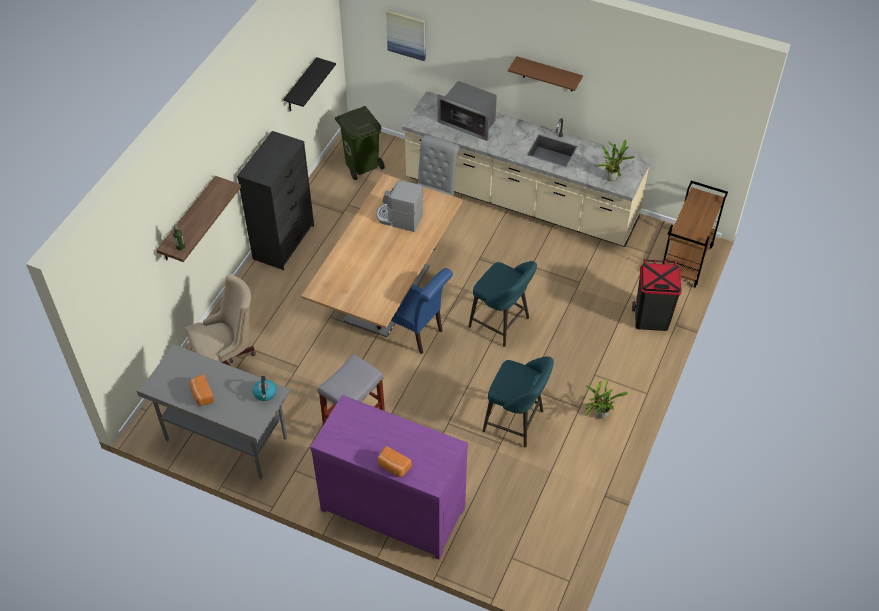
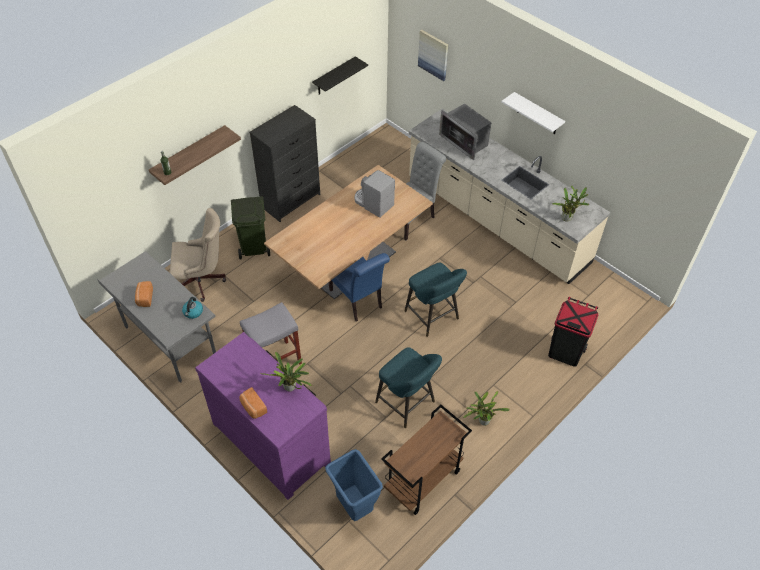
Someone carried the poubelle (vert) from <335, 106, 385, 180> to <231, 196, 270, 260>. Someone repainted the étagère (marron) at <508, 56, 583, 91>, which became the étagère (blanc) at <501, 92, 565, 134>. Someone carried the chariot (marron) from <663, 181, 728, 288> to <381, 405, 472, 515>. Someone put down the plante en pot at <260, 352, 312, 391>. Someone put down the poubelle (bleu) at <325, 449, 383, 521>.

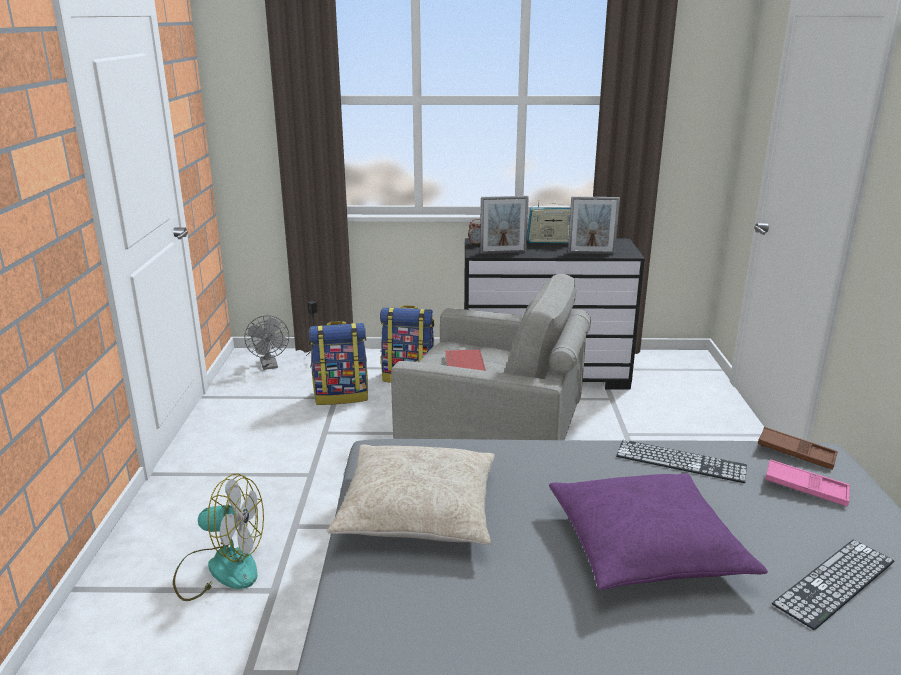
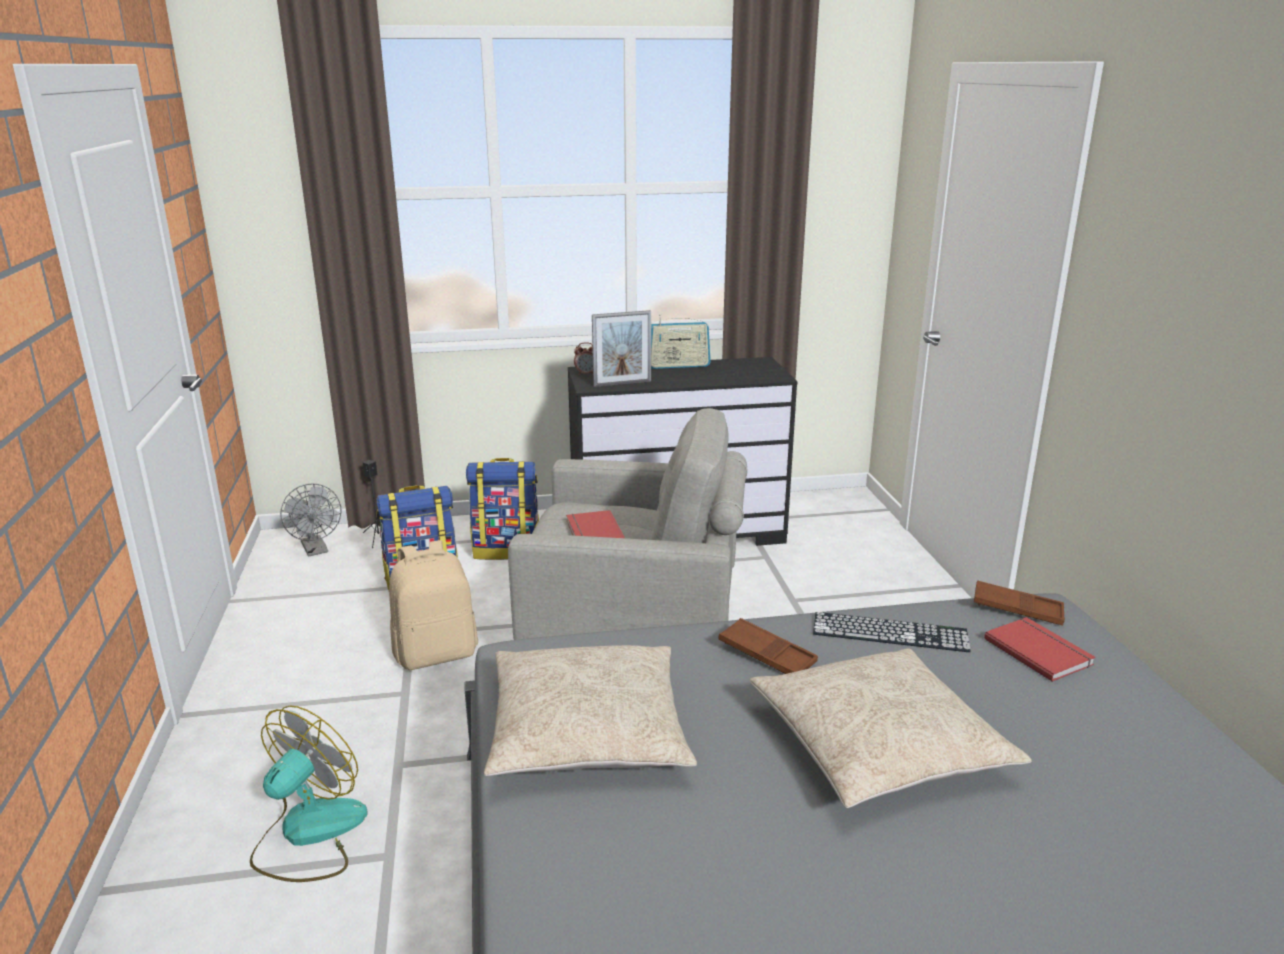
Someone rotated the ventilateur at <173, 474, 264, 601> by 60 degrees counterclockwise. Someone repainted the coussin (violet) at <549, 473, 768, 590>, which became the coussin (beige) at <750, 648, 1032, 808>. Someone took away the cadre photo at <568, 196, 620, 254>. Someone swapped the plateau (rose) at <765, 459, 850, 506> for the livre (rouge) at <984, 617, 1096, 682>. Someone took away the clavier at <772, 540, 894, 630>. Someone put down the sac à dos (beige) at <389, 540, 478, 670>. Someone put down the plateau (marron) at <718, 618, 818, 674>.

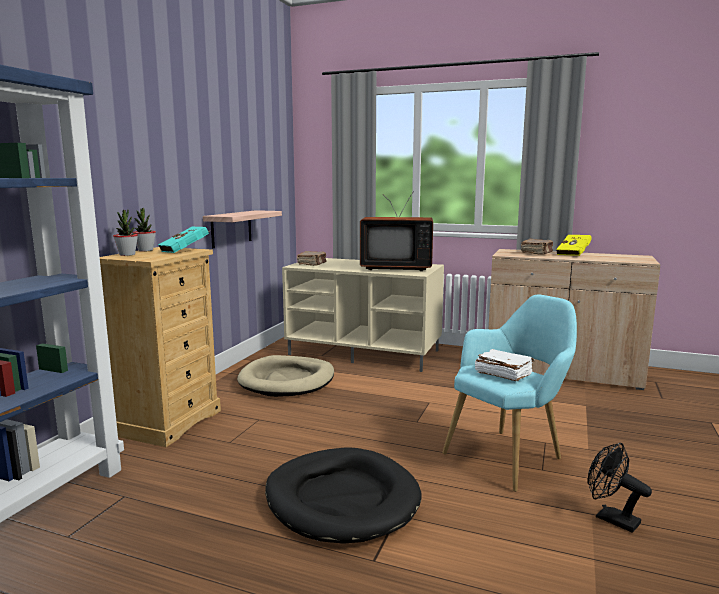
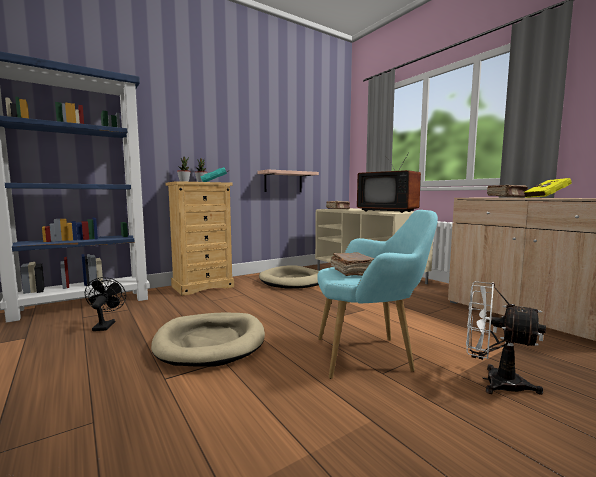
Someone repainted the panier pour chien (noir) at <265, 447, 422, 544>, which became the panier pour chien (beige) at <151, 312, 265, 367>. Someone repainted the livre (blanc) at <475, 349, 534, 381>, which became the livre (marron) at <330, 252, 374, 276>. Someone carried the ventilateur (noir) from <587, 443, 652, 533> to <85, 277, 126, 331>. Someone put down the ventilateur (blanc) at <466, 281, 546, 395>.

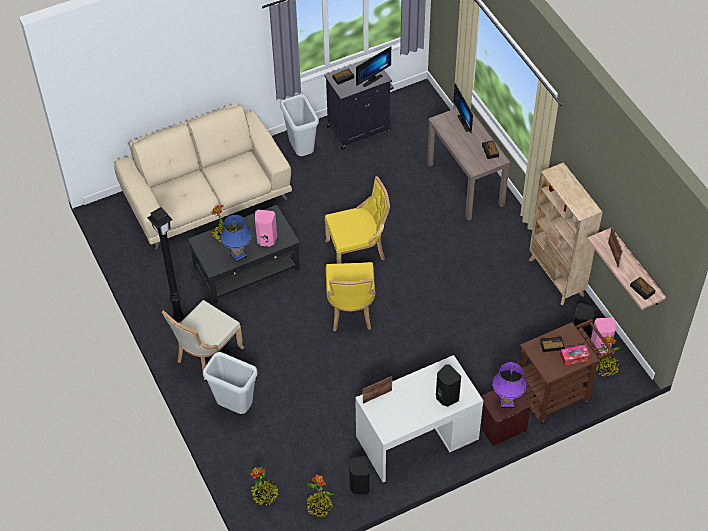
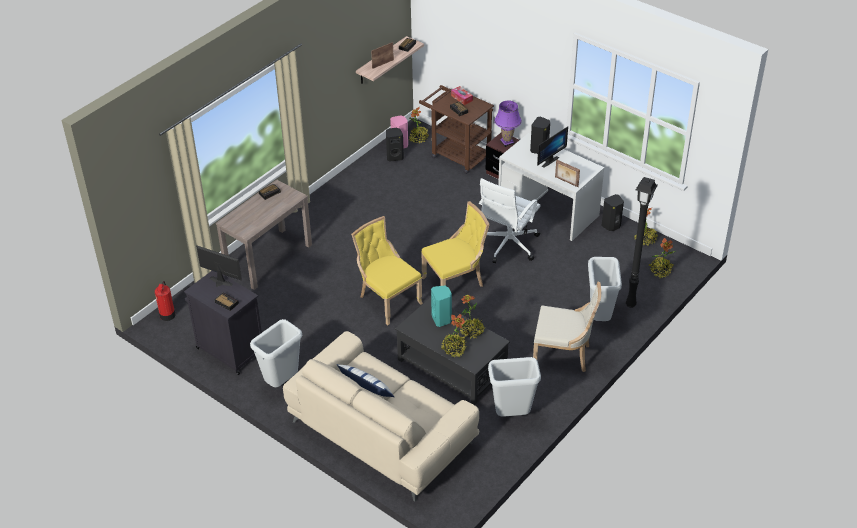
Someone carried the lampadaire (noir) from <147, 207, 184, 322> to <626, 177, 658, 308>. Someone swapped the lampe de table (bleu) at <220, 215, 252, 262> for the plante en pot at <460, 295, 486, 339>. Someone repainted the enceinte (rose) at <255, 210, 277, 247>, which became the enceinte (turquoise) at <431, 285, 452, 327>. Someone carried the écran d'ordinateur from <454, 84, 473, 133> to <537, 126, 568, 168>. Someone took away the bibliothèque (beige) at <529, 162, 603, 305>. Someone put down the extincteur at <155, 281, 175, 321>. Someone put down the coussin at <337, 364, 394, 397>. Someone put down the chaise de bureau (blanc) at <479, 178, 541, 263>. Someone put down the poubelle (gris) at <488, 357, 541, 417>.

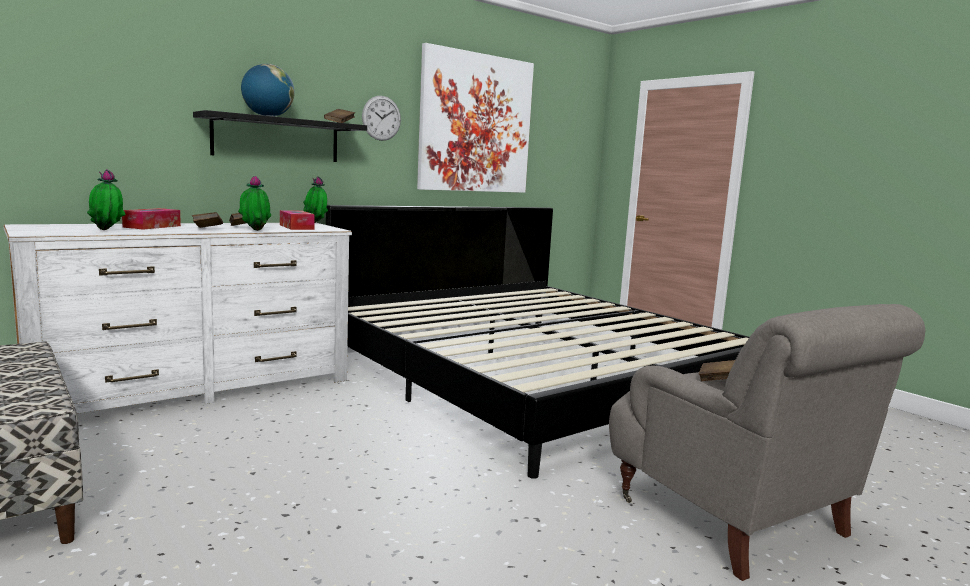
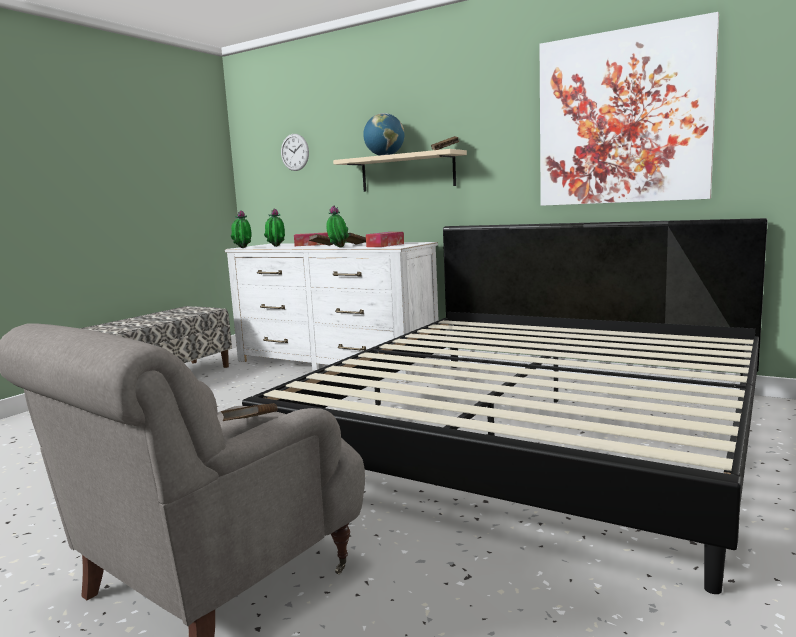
Someone repainted the étagère (noir) at <193, 110, 367, 162>, which became the étagère (beige) at <333, 149, 467, 192>. Someone carried the plante en pot from <303, 176, 328, 223> to <231, 210, 252, 248>. Someone carried the horloge murale from <362, 96, 401, 141> to <281, 134, 309, 171>.

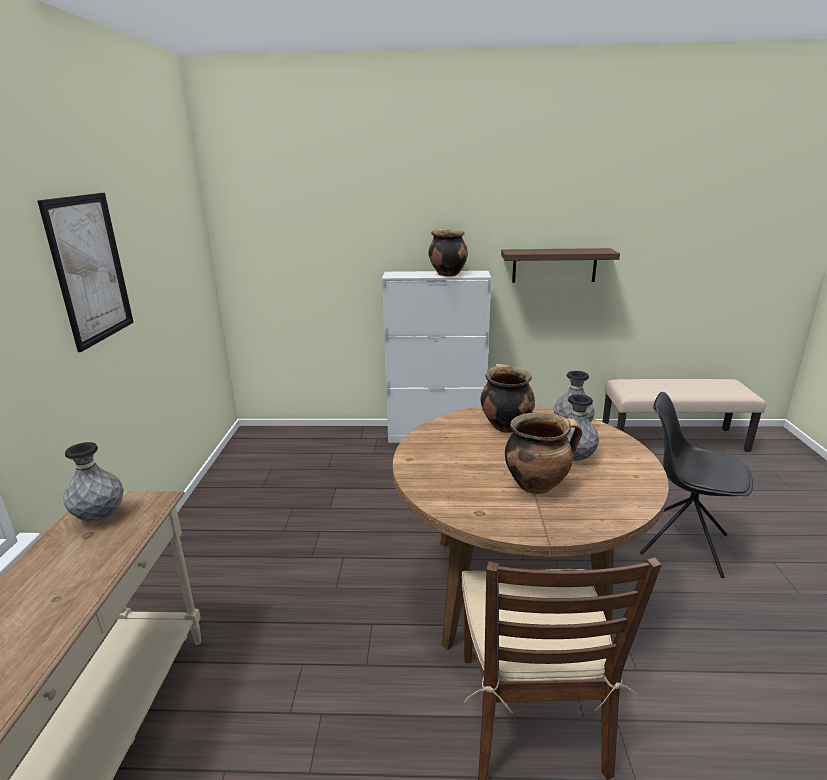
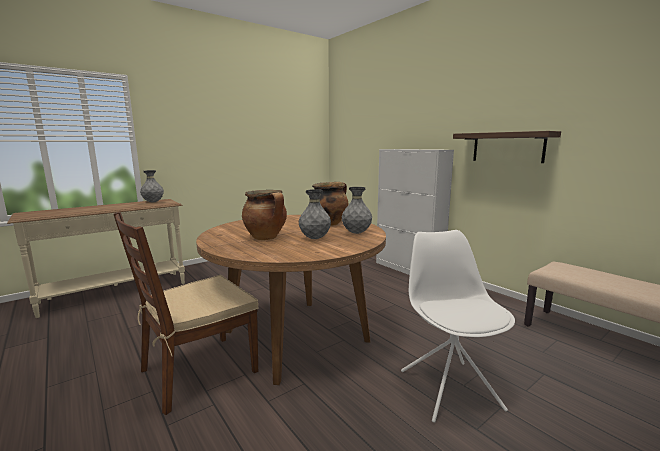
Someone took away the tableau at <37, 193, 134, 352>. Someone took away the marmite at <428, 229, 468, 276>. Someone repainted the chaise (noir) at <640, 392, 753, 578>, which became the chaise (blanc) at <401, 230, 515, 423>.

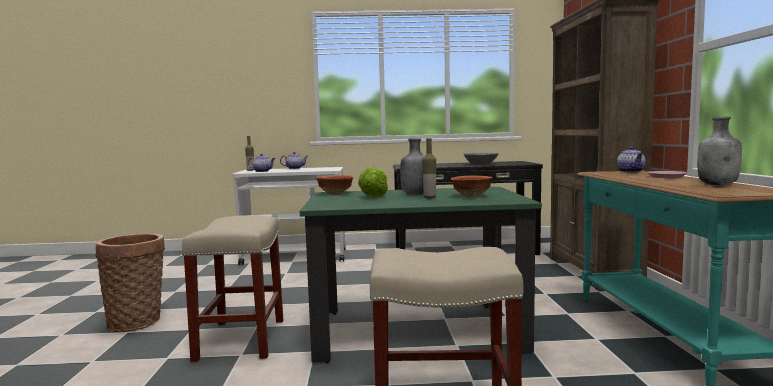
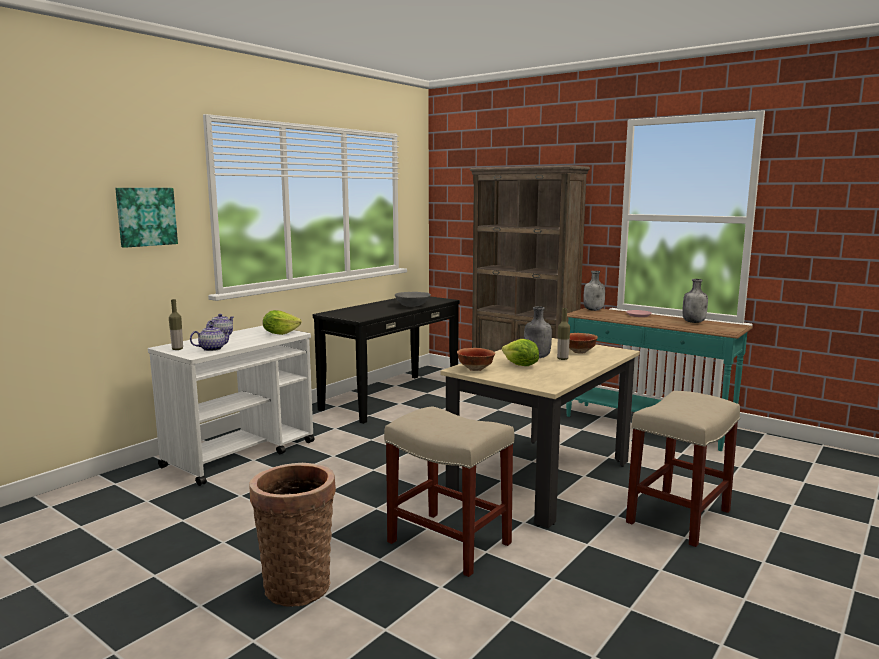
Someone repainted the table à manger (vert) at <300, 187, 542, 364>, which became the table à manger (beige) at <440, 338, 640, 528>. Someone swapped the théière at <617, 146, 646, 172> for the bouteille (gris) at <583, 271, 605, 311>. Someone put up the tableau at <115, 188, 178, 248>. Someone put down the laitue at <263, 310, 302, 335>.

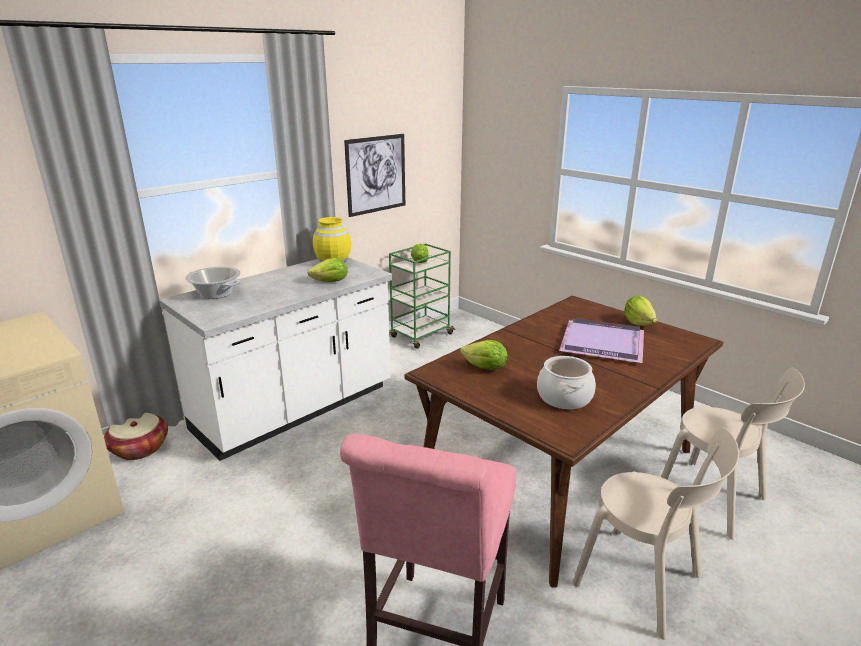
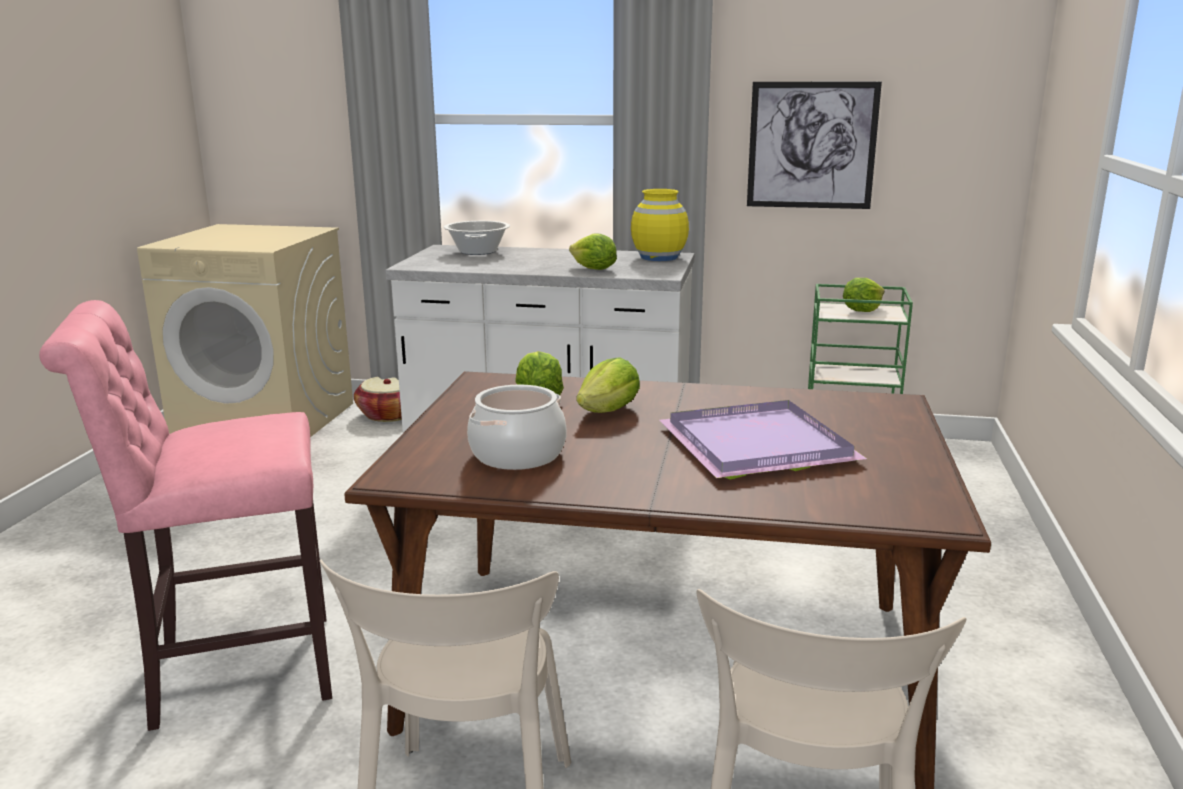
Someone carried the laitue from <624, 296, 657, 326> to <576, 358, 640, 413>.

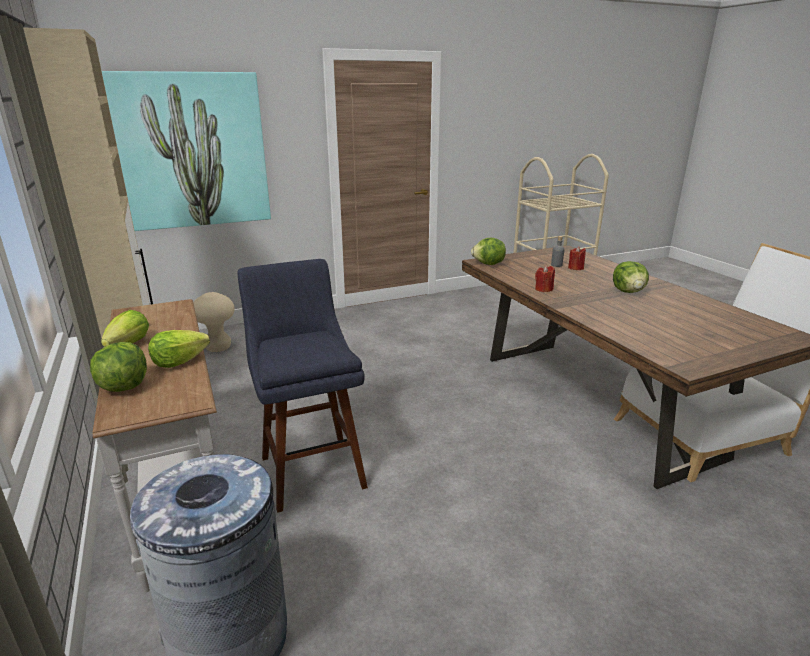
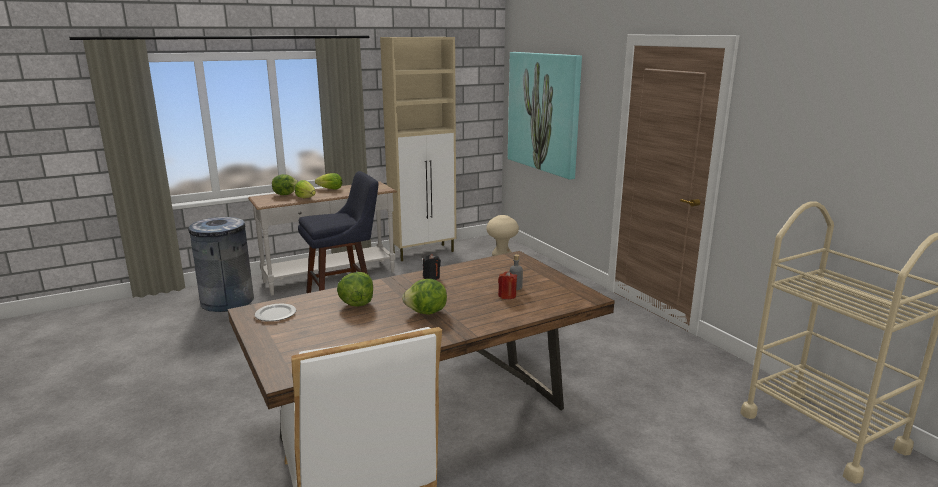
Someone carried the laitue from <471, 238, 506, 265> to <337, 272, 373, 307>. Someone repainted the bougie (rouge) at <535, 265, 555, 292>, which became the bougie (noir) at <423, 254, 441, 280>. Someone put down the assiette at <255, 304, 296, 321>.

